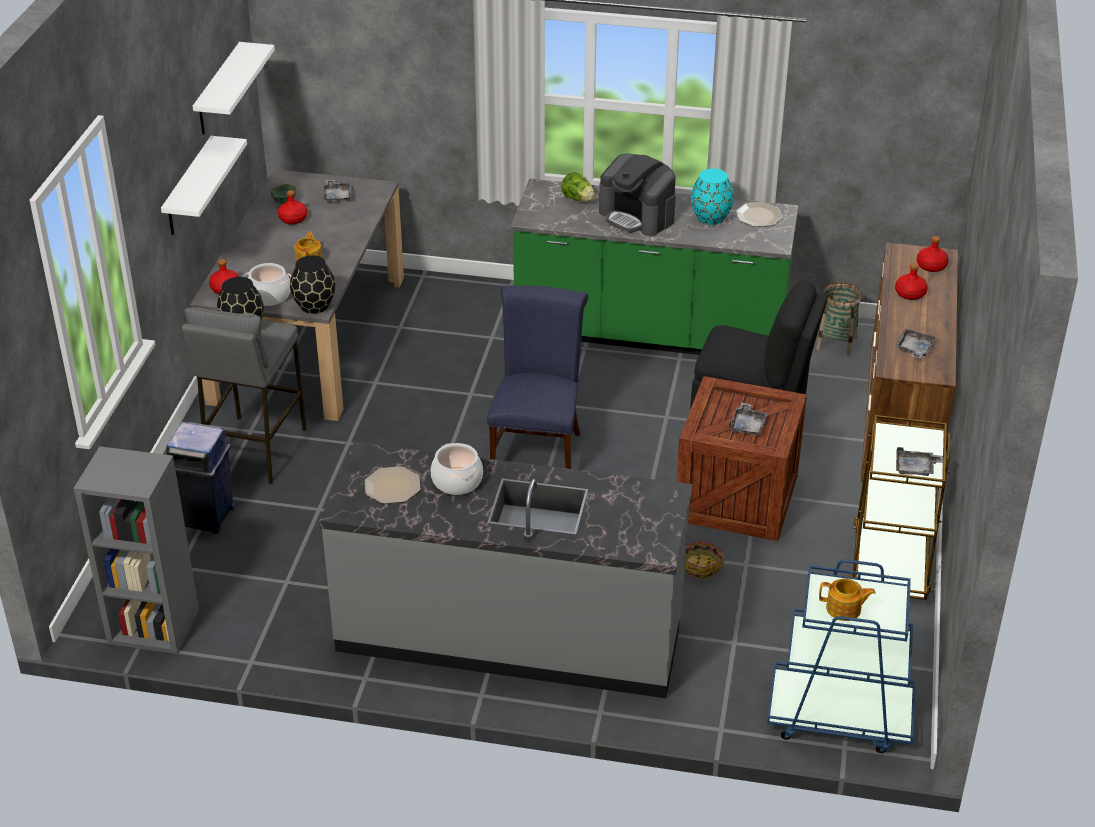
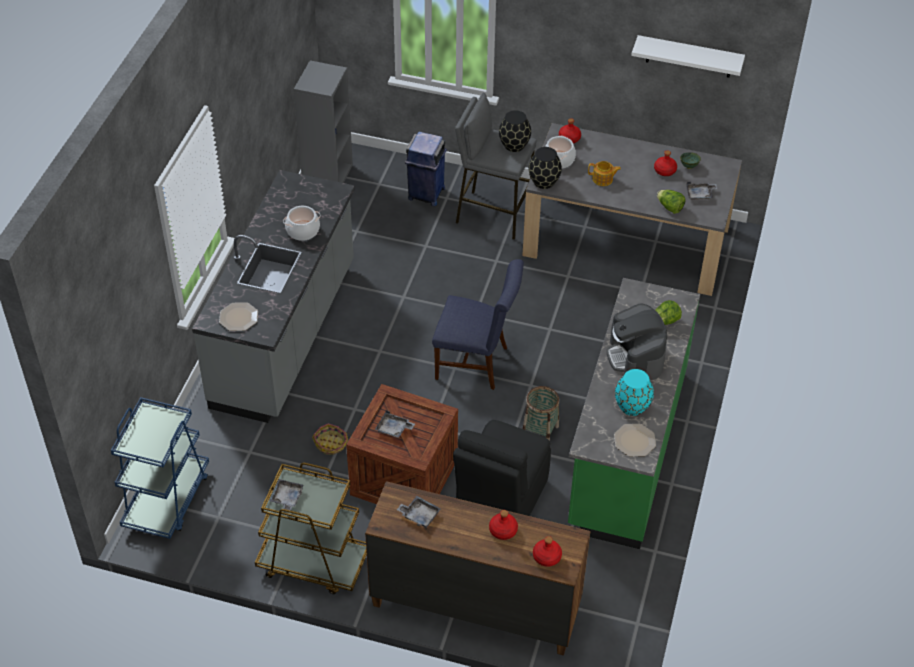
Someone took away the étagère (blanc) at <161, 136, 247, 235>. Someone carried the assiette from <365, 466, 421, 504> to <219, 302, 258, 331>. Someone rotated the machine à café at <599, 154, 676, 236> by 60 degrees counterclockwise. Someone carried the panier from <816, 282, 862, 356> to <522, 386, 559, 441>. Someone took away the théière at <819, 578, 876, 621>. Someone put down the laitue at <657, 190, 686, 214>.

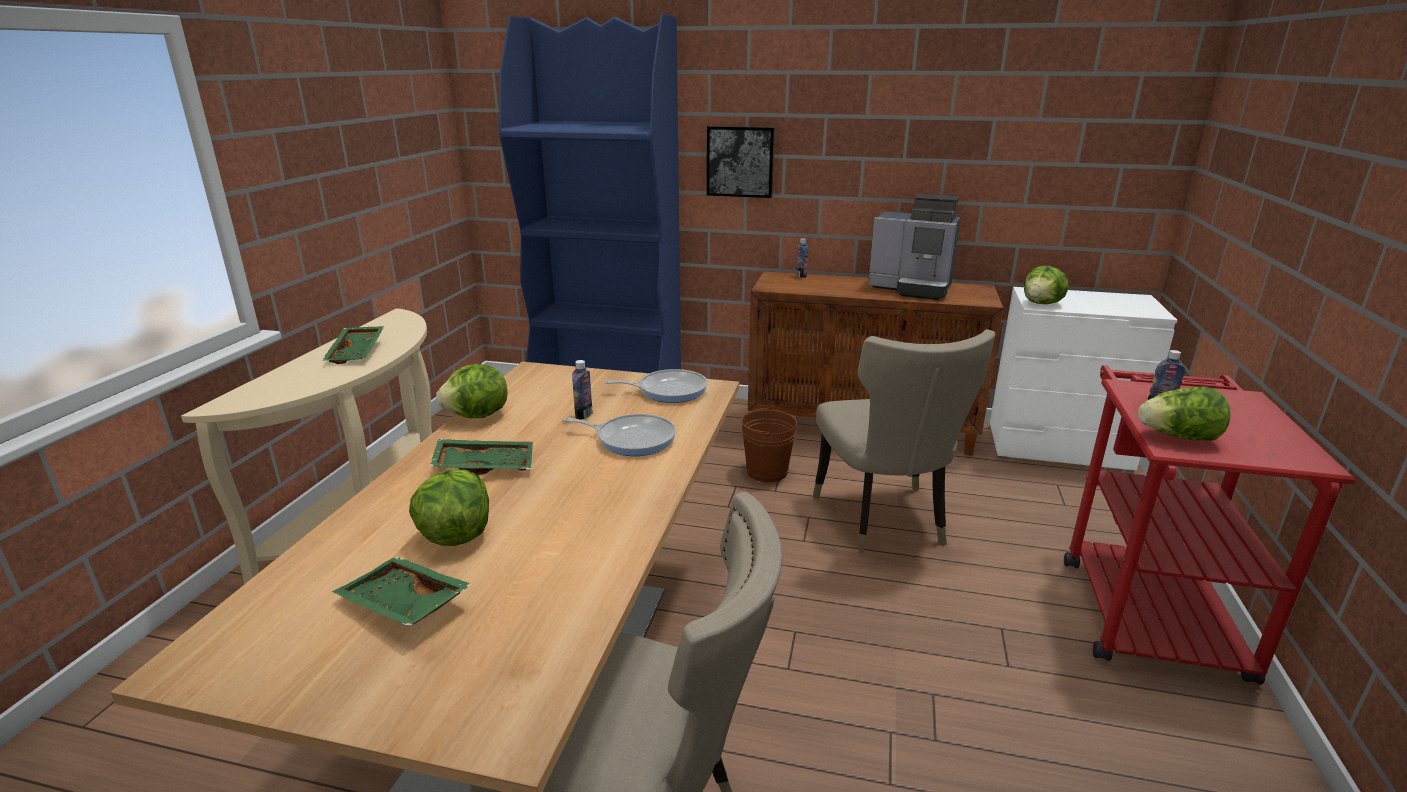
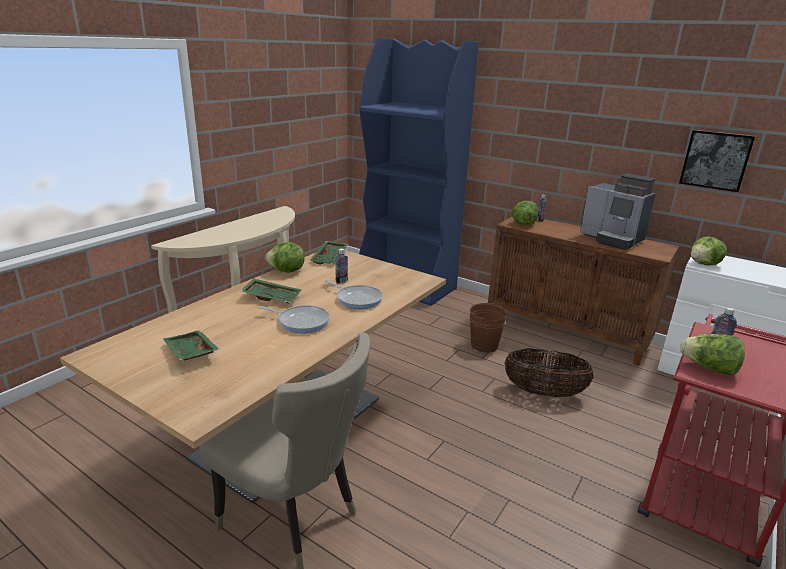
Someone carried the plateau (vert) from <322, 326, 384, 364> to <309, 241, 349, 264>. Someone carried the laitue from <409, 469, 489, 546> to <512, 201, 538, 225>. Someone carried the poêle from <604, 369, 707, 403> to <258, 305, 330, 333>. Someone carried the tableau from <707, 126, 775, 198> to <679, 130, 755, 192>. Someone swapped the chaise (beige) at <813, 329, 996, 553> for the panier at <504, 348, 594, 397>.

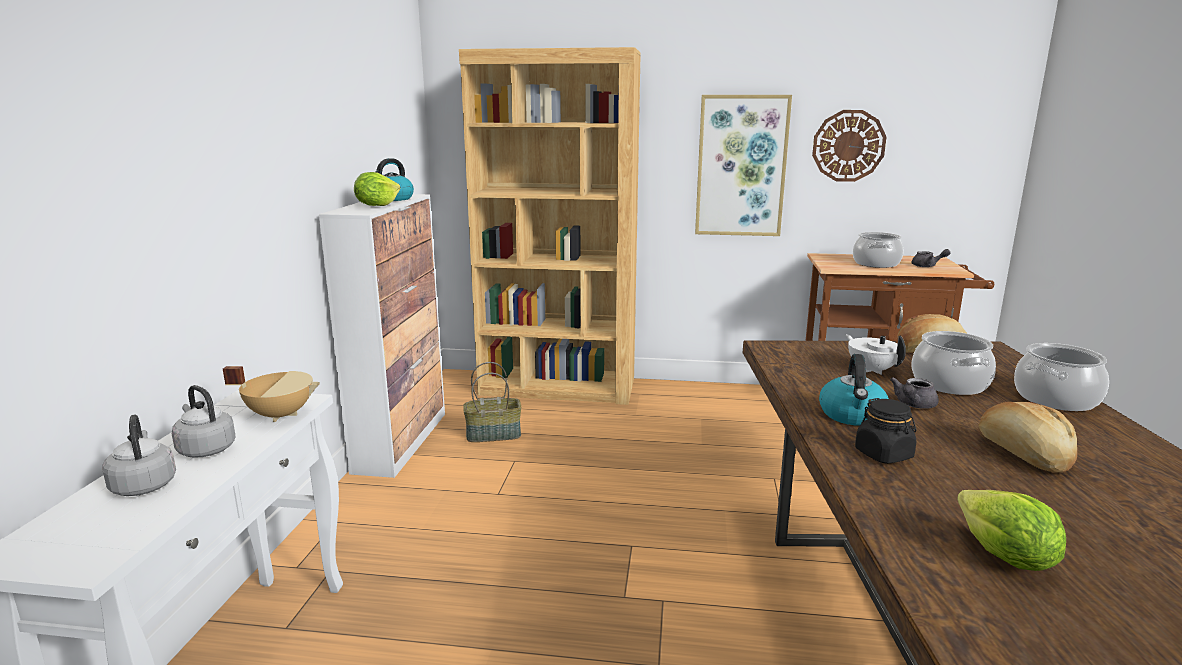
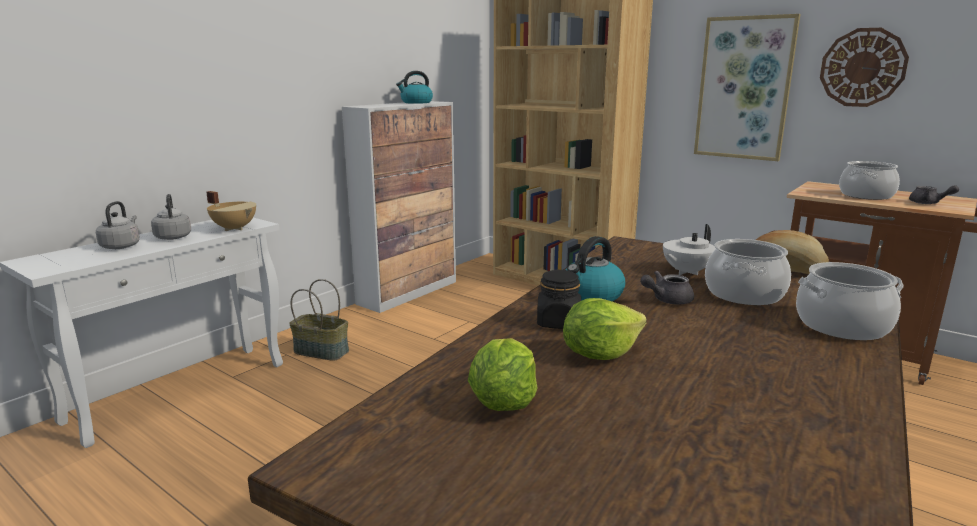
Someone carried the laitue from <354, 172, 401, 206> to <563, 298, 647, 360>. Someone carried the panier from <463, 362, 521, 442> to <289, 279, 349, 361>. Someone rotated the théière (blanc) at <845, 334, 906, 375> by 135 degrees counterclockwise. Someone took away the pain at <978, 402, 1077, 473>.

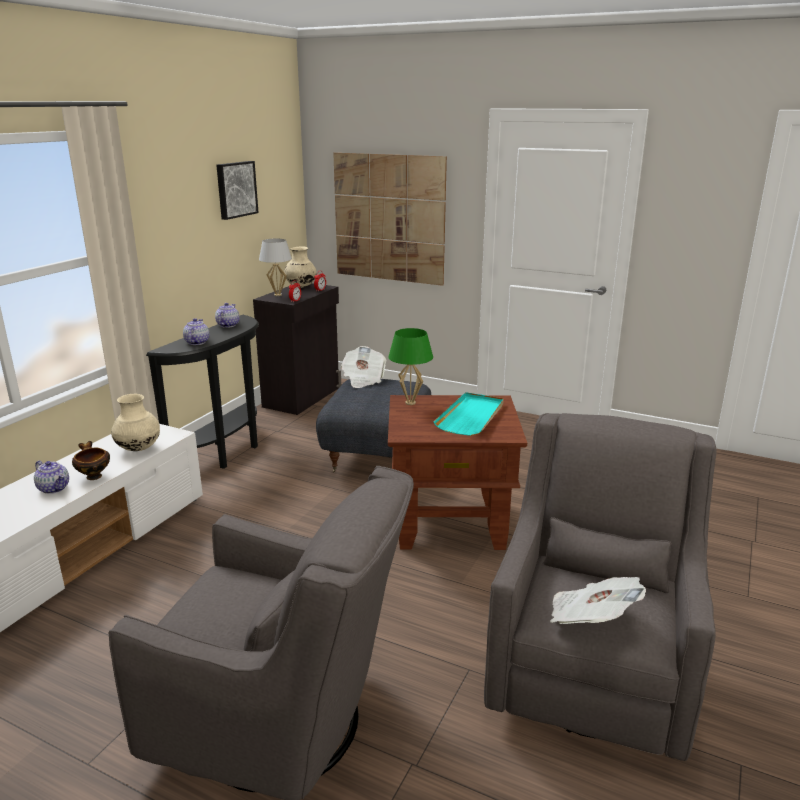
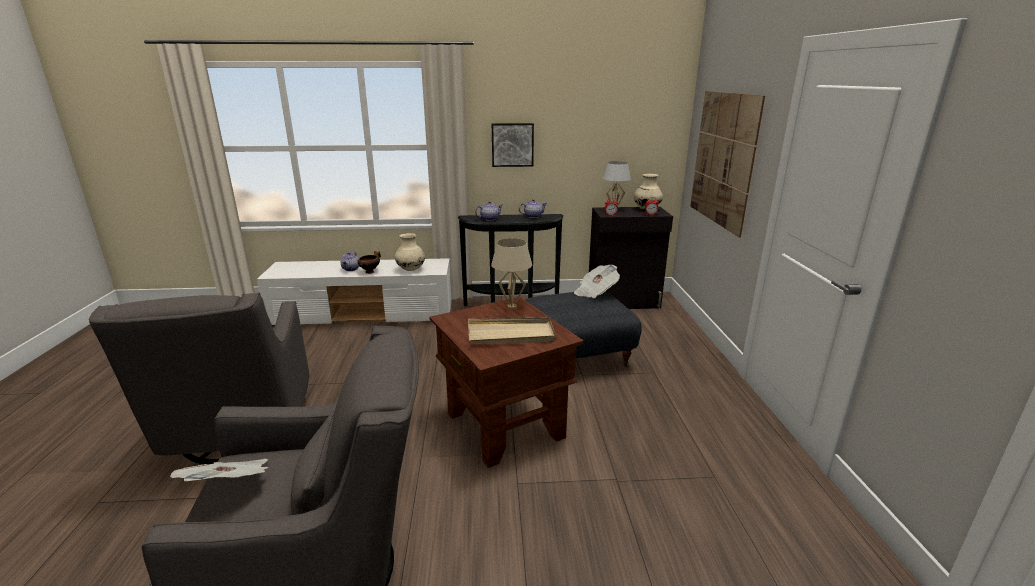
Someone carried the tableau from <216, 161, 259, 220> to <492, 123, 534, 167>. Someone repainted the lampe de table (vert) at <388, 328, 433, 405>, which became the lampe de table (beige) at <491, 238, 532, 308>. Someone repainted the plateau (turquoise) at <433, 392, 504, 436>, which became the plateau (beige) at <468, 317, 556, 343>.

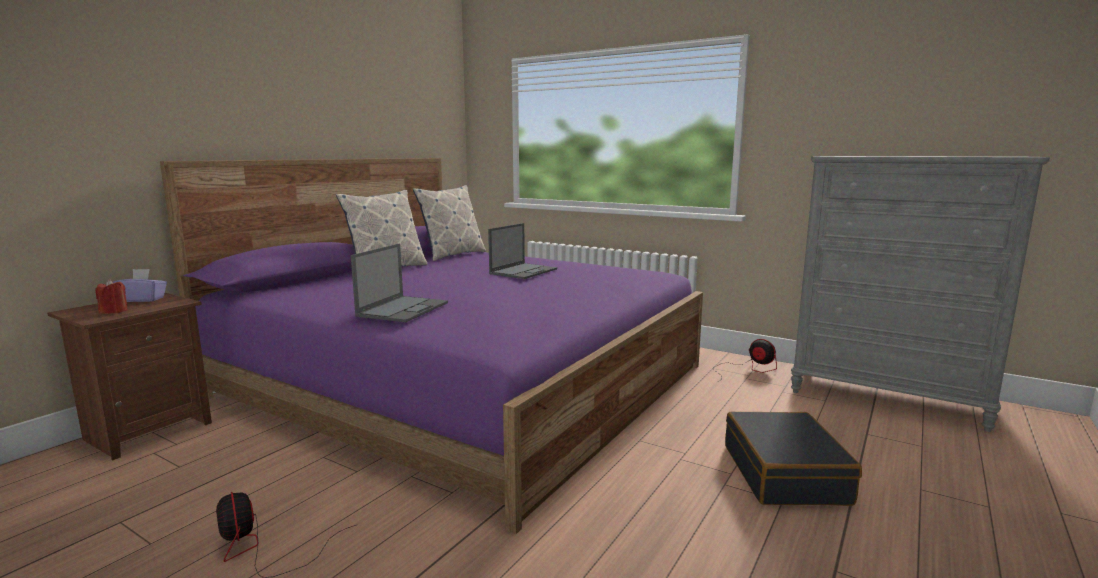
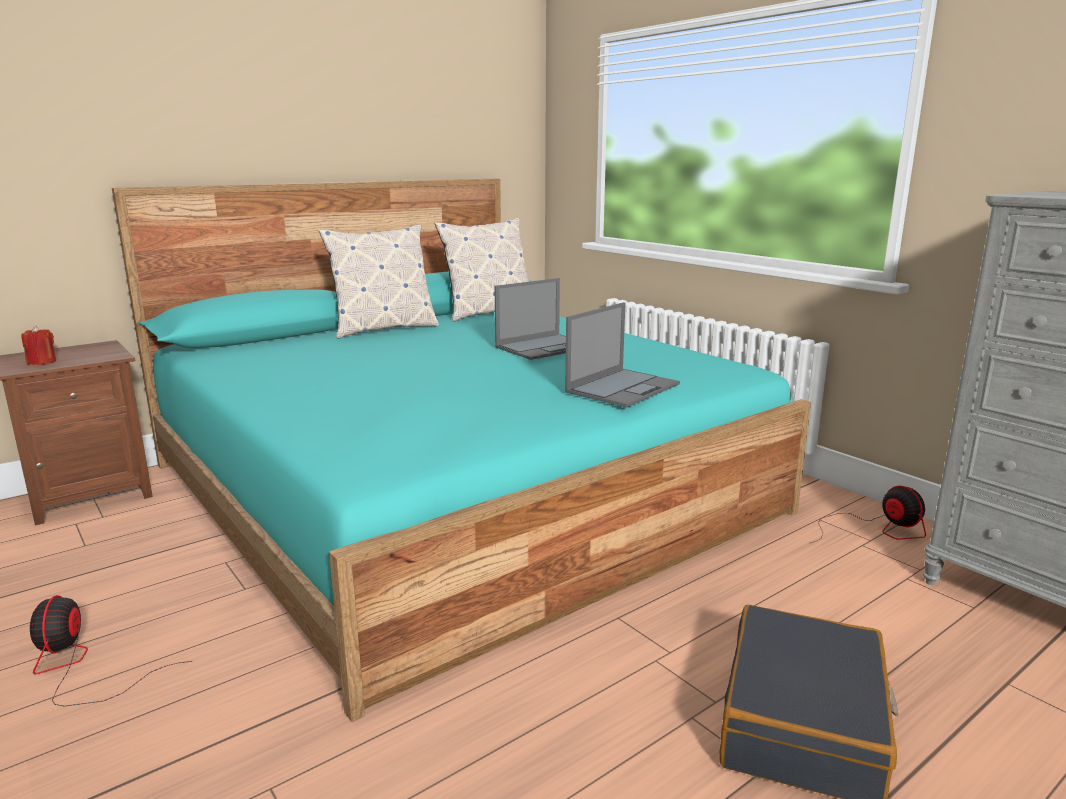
Someone took away the boîte à mouchoirs (violet) at <113, 269, 167, 302>. Someone repainted the lit (violet) at <160, 158, 703, 534>, which became the lit (turquoise) at <112, 179, 811, 722>. Someone carried the ordinateur portable from <351, 244, 448, 322> to <565, 302, 680, 407>.

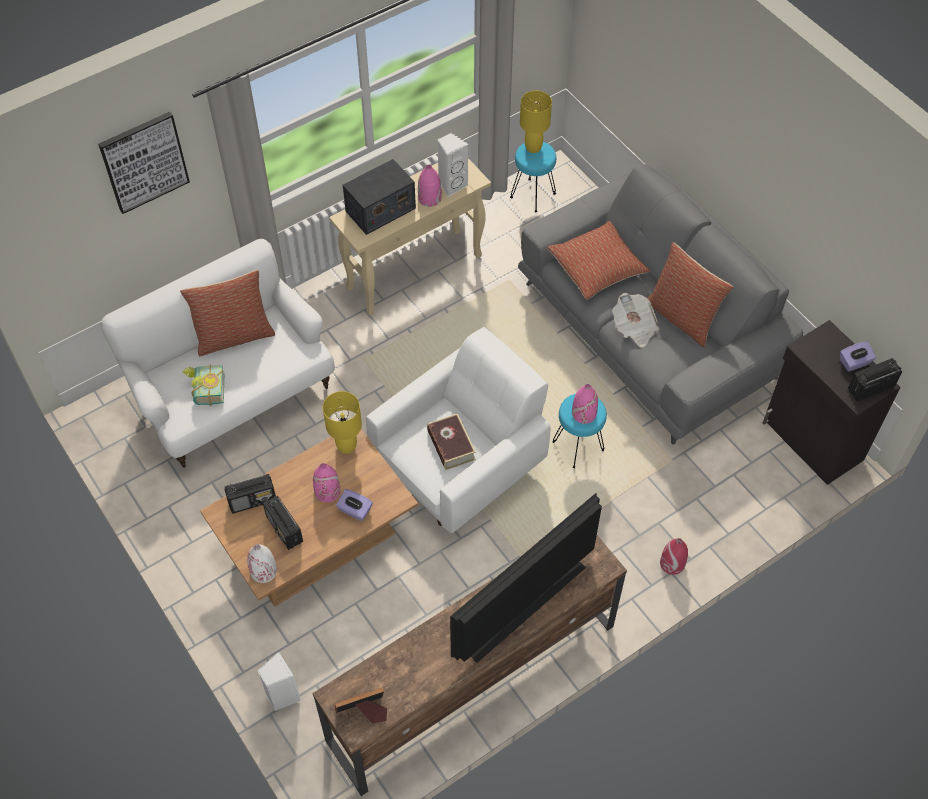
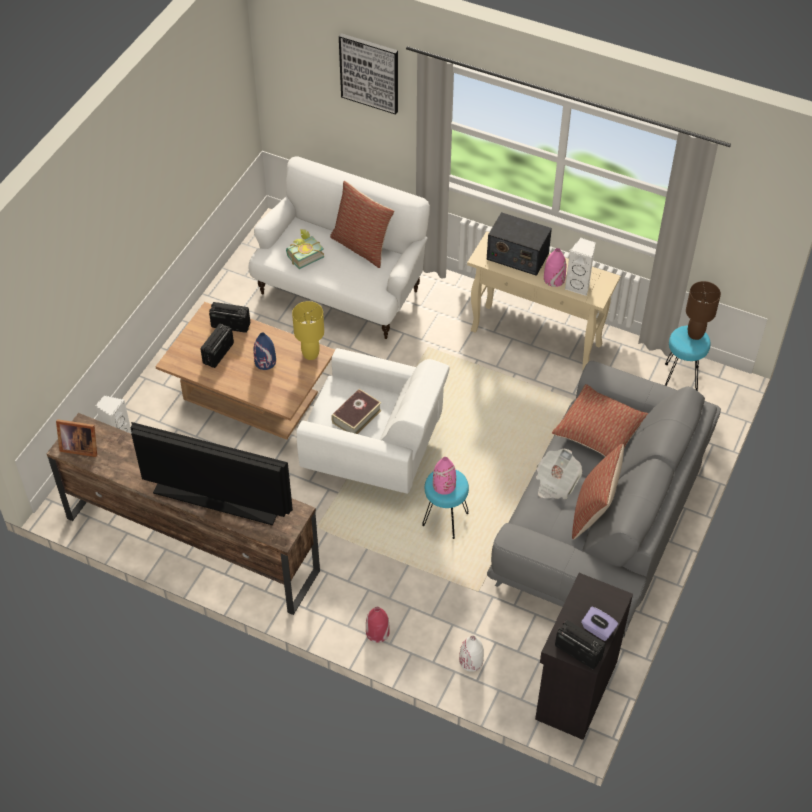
Someone rotated the radio at <225, 474, 276, 513> by 150 degrees clockwise. Someone carried the vase (blanc) from <247, 544, 277, 583> to <459, 636, 484, 672>. Someone repainted the vase (rose) at <313, 463, 340, 502>, which became the vase (bleu) at <253, 332, 276, 370>. Someone rotated the cadre photo at <335, 688, 387, 723> by 150 degrees clockwise. Someone took away the boîte à mouchoirs (violet) at <336, 489, 373, 521>. Someone repainted the lampe de table (jaune) at <520, 91, 552, 153>, which became the lampe de table (marron) at <686, 281, 721, 340>.

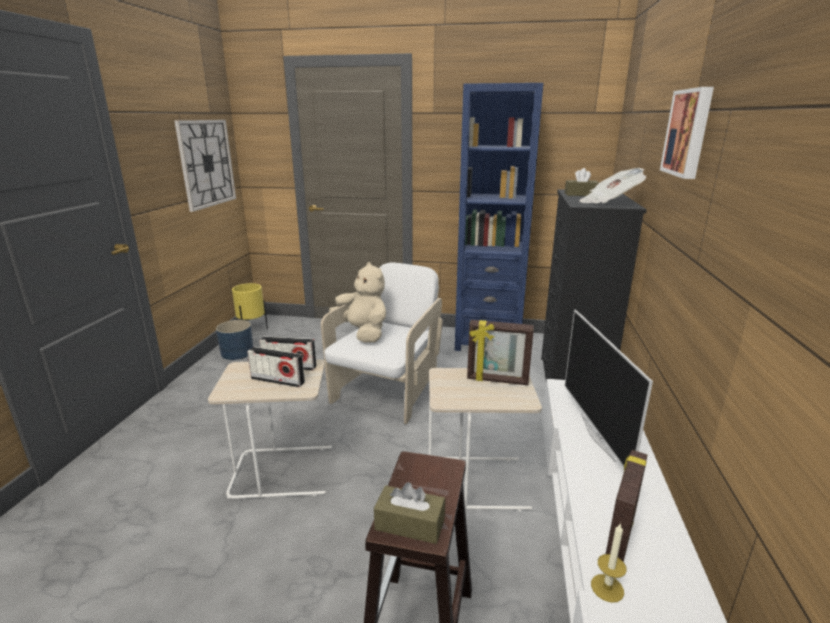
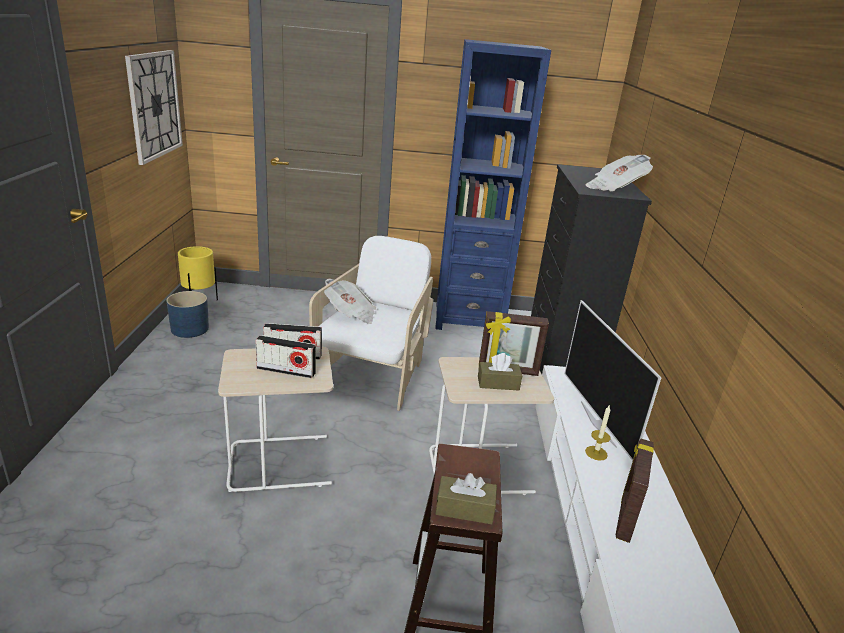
Someone swapped the peluche (beige) at <329, 262, 386, 343> for the journal at <324, 279, 376, 324>. Someone carried the boîte à mouchoirs (marron) from <565, 168, 600, 196> to <478, 353, 522, 390>. Someone carried the bougie from <591, 523, 627, 603> to <585, 406, 611, 461>. Someone took away the tableau at <660, 87, 714, 179>.

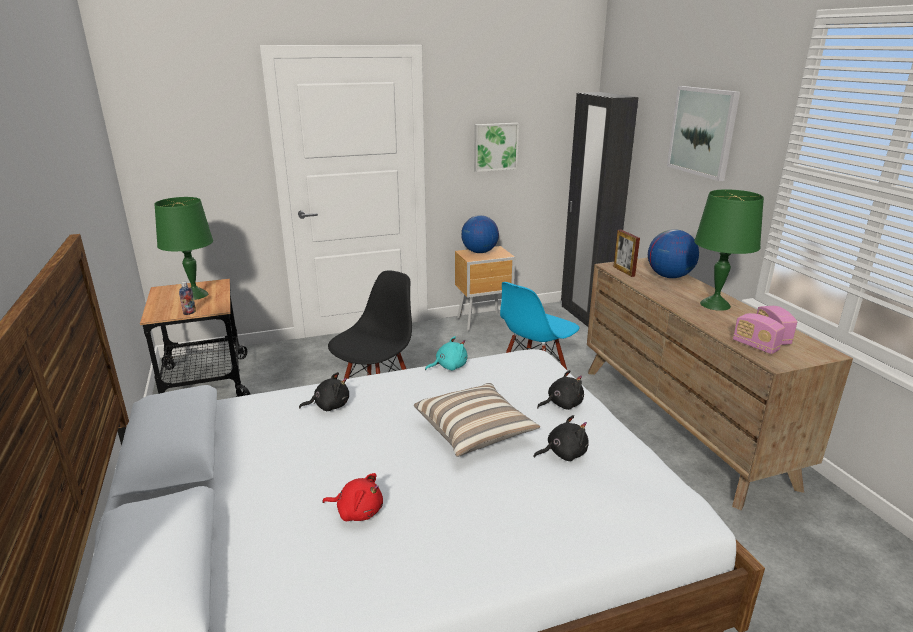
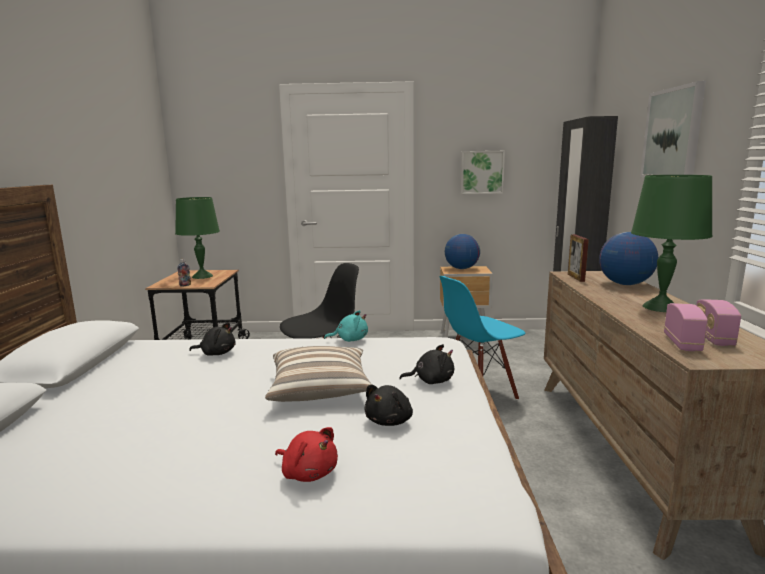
Someone carried the peluche (rouge) from <322, 473, 383, 522> to <275, 427, 338, 482>. Someone rotated the peluche (noir) at <534, 415, 589, 461> by 120 degrees clockwise. Someone rotated the radio at <733, 313, 785, 354> by 150 degrees counterclockwise.

